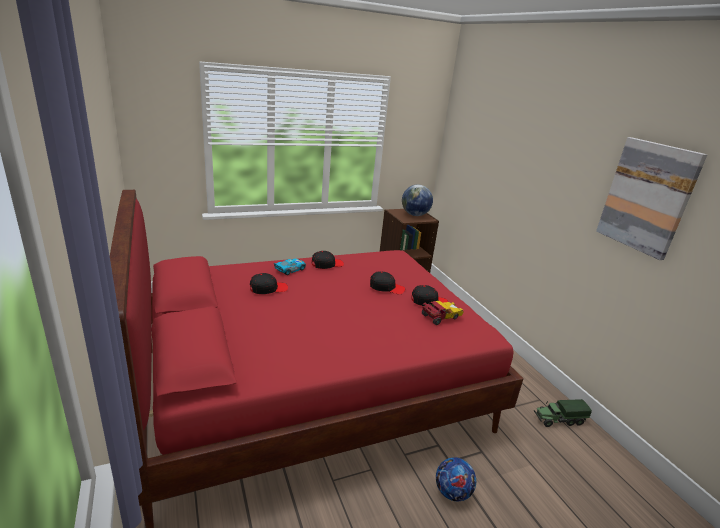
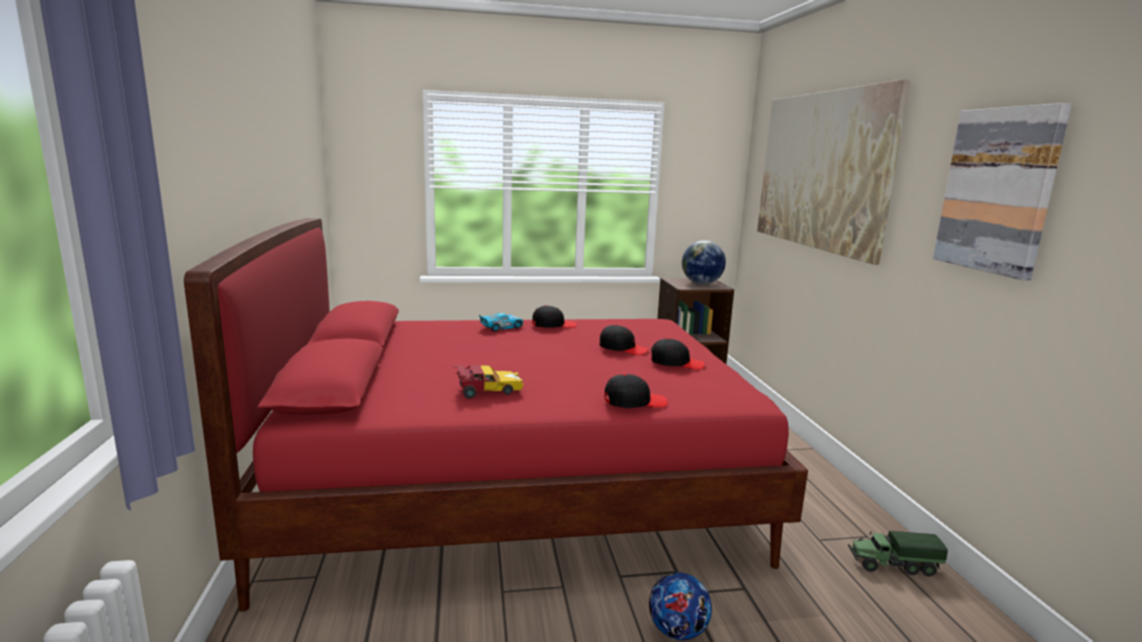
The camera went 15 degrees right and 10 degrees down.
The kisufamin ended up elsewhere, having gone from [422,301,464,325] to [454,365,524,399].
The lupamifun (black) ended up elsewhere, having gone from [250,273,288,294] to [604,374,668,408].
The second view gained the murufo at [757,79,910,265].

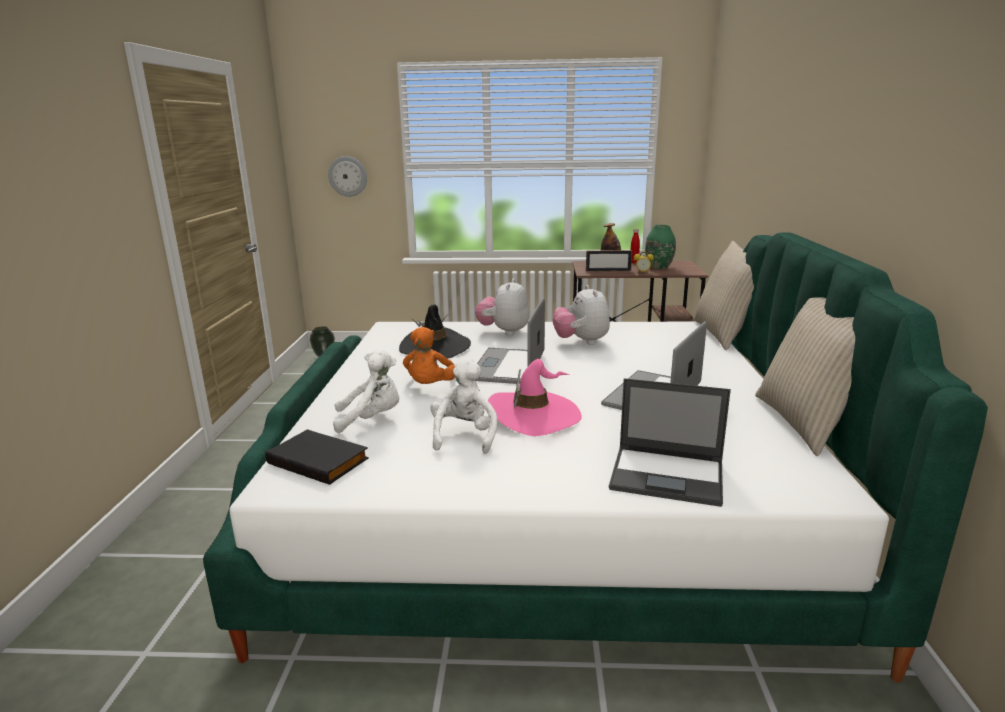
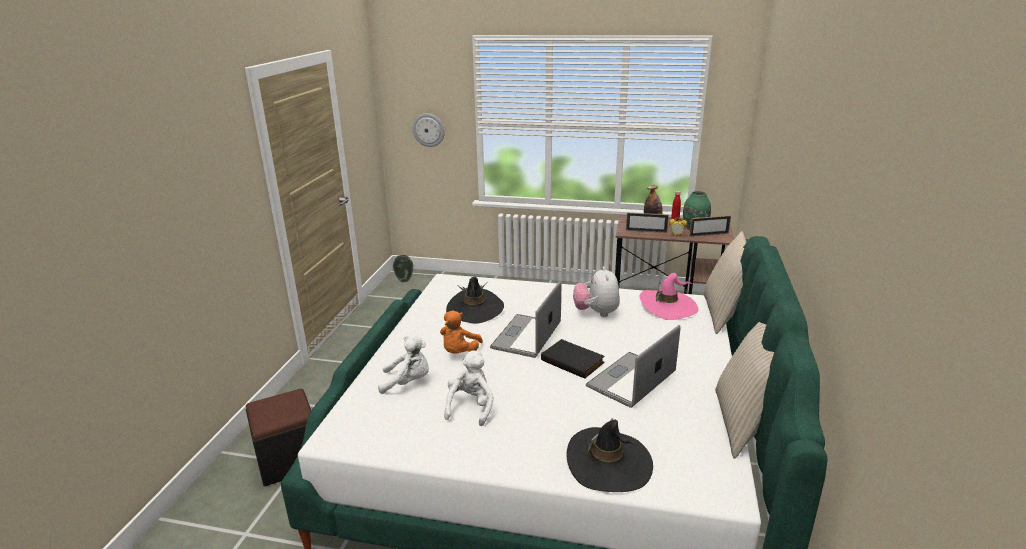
The camera went 10 degrees right and 5 degrees up.
The second view gained the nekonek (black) at [246,389,311,486].
The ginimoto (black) ended up elsewhere, having gone from [265,429,369,485] to [541,339,605,379].
Where the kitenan stood at [609,378,731,507], the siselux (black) came to stand at [567,418,653,492].
The siselux (pink) ended up elsewhere, having gone from [488,359,582,436] to [639,273,698,320].
The second view gained the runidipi at [690,215,731,237].
The second view lost the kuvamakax at [475,279,529,336].

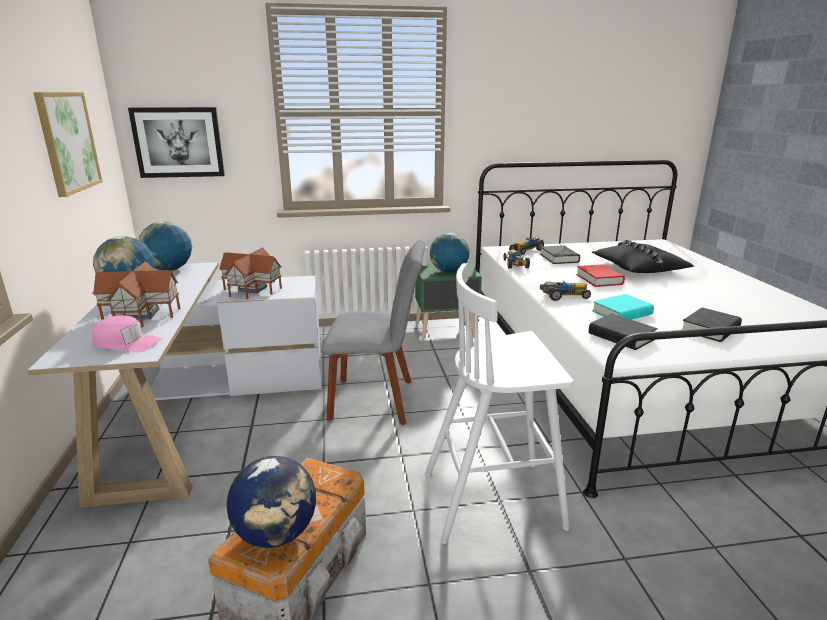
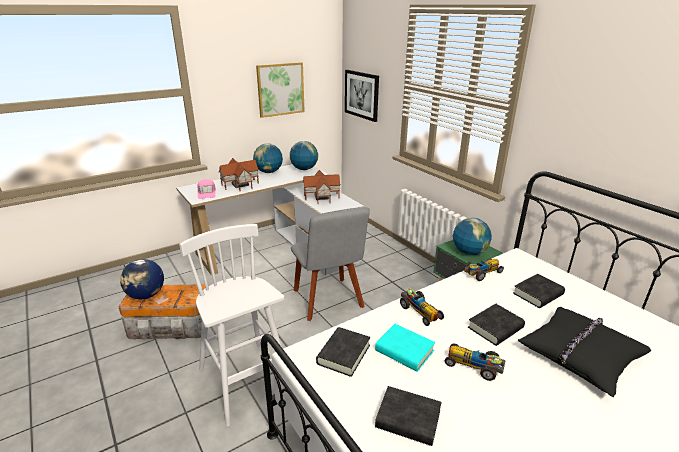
The camera went 65 degrees right and 5 degrees up.
The kisufamin ended up elsewhere, having gone from [509,236,544,255] to [445,344,505,381].
What was the ginimoto (red) at [576,264,625,287] turned into the ginimoto (black) at [468,304,525,346].

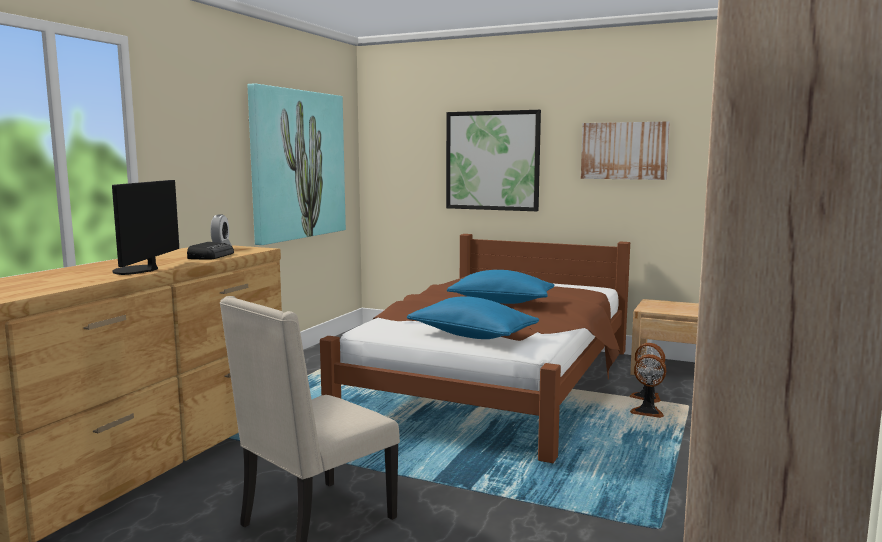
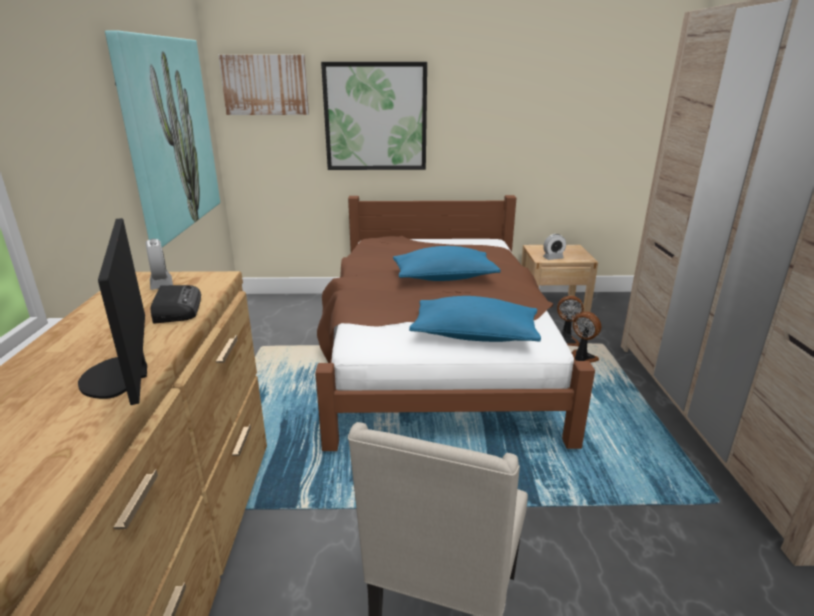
The camera went 25 degrees left and 15 degrees up.
The murufo ended up elsewhere, having gone from [581,121,670,180] to [219,55,309,115].
The second view gained the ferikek at [543,234,566,260].
The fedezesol at [630,354,666,418] ended up facing another way, 135 degrees counterclockwise from before.

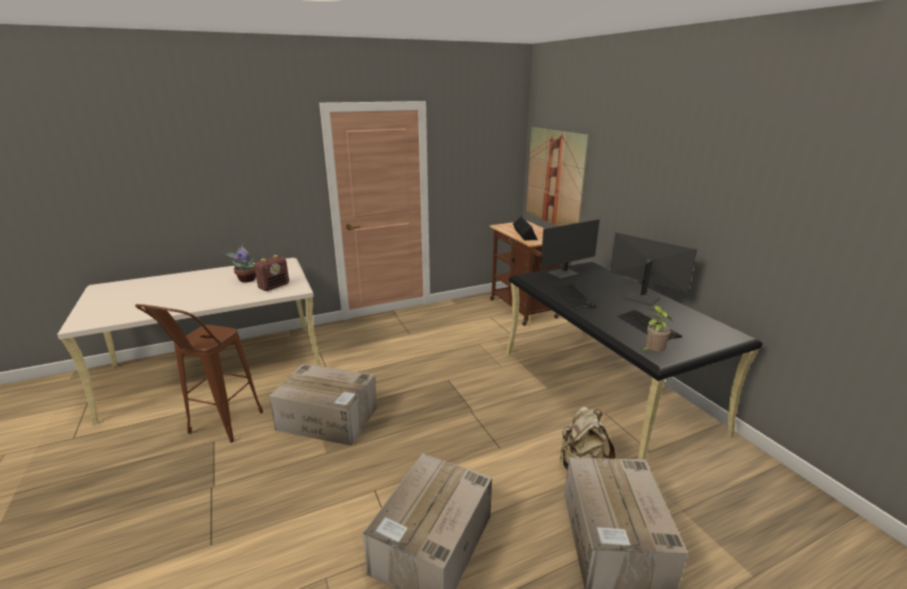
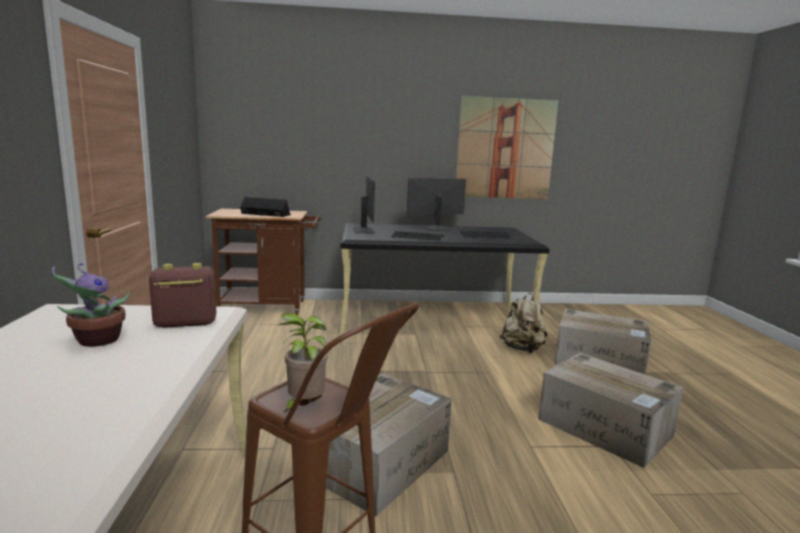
The camera went 70 degrees left and 10 degrees down.
The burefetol at [254,255,289,291] ended up facing another way, 75 degrees counterclockwise from before.
The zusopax ended up elsewhere, having gone from [640,305,672,352] to [279,313,327,414].
The murufo ended up elsewhere, having gone from [526,127,589,226] to [456,96,559,199].

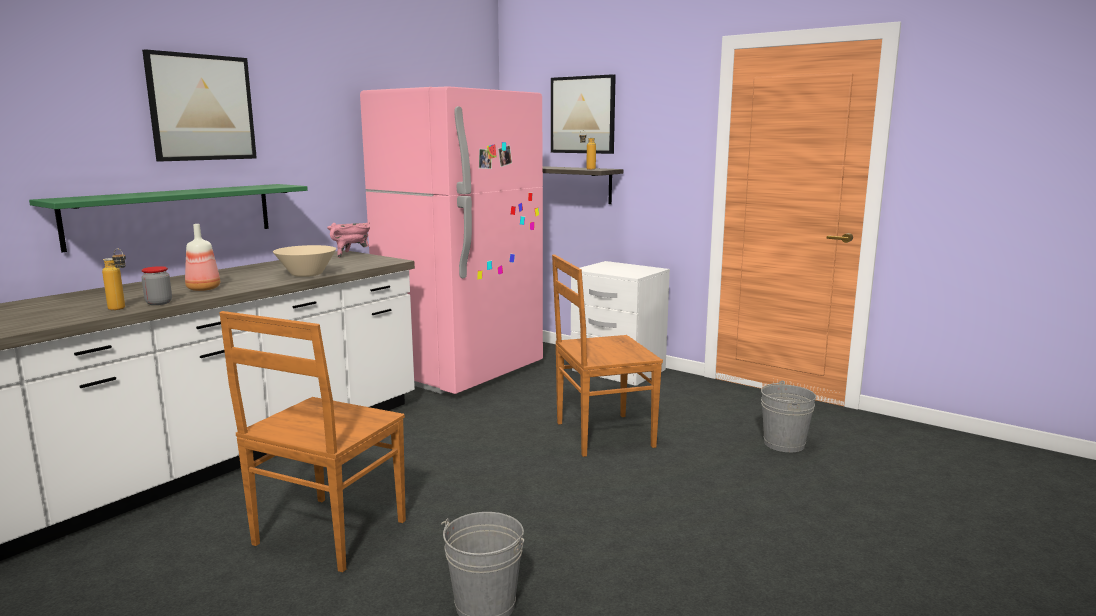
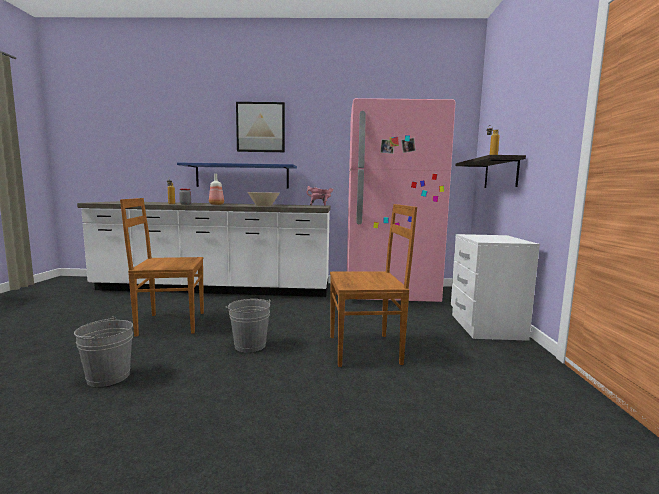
The camera went 55 degrees right and 5 degrees down.
What was the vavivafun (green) at [29,184,308,252] turned into the vavivafun (blue) at [177,162,297,188].
The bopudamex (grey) ended up elsewhere, having gone from [761,380,816,452] to [226,299,271,352].
The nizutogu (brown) at [552,254,663,457] ended up facing another way, 135 degrees clockwise from before.
The second view lost the murufo at [551,74,616,154].

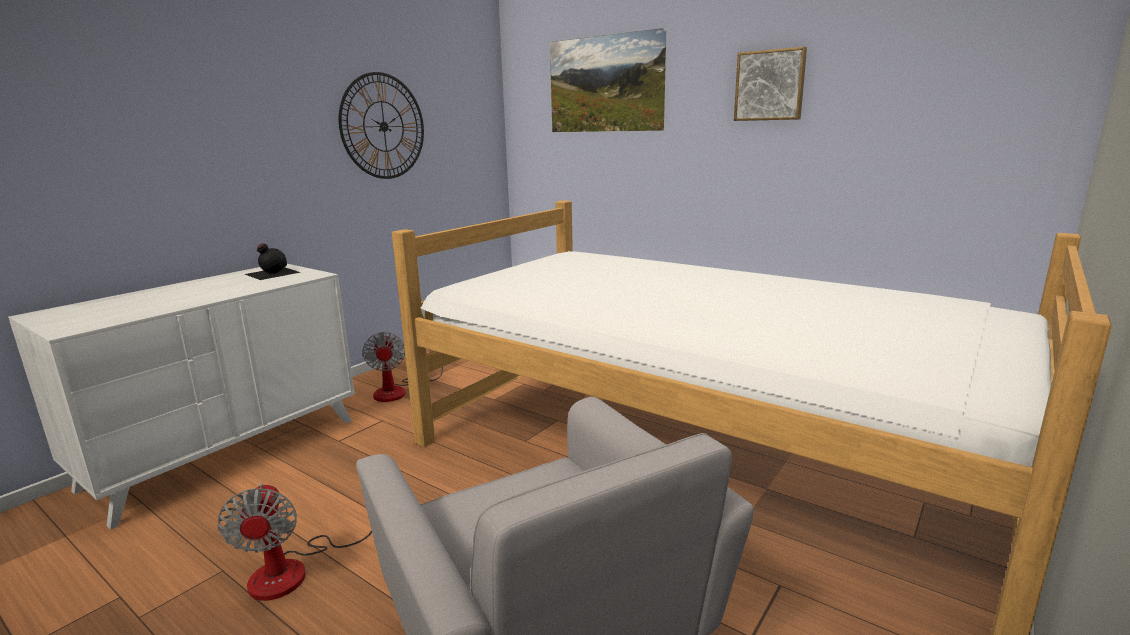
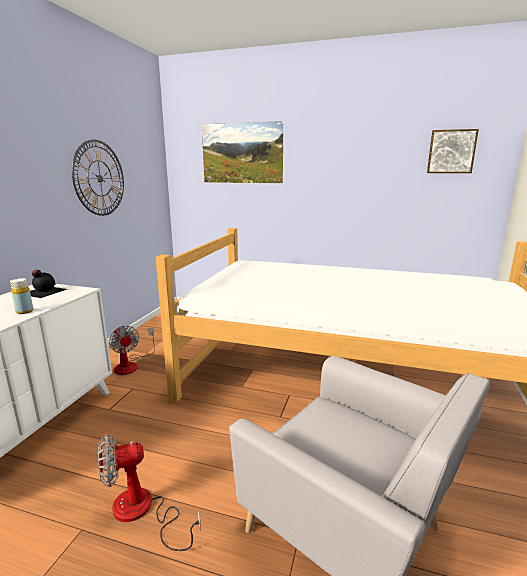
The camera went 20 degrees left and 0 degrees up.
The second view gained the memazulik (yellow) at [10,278,33,314].
The fedezesol at [217,483,372,601] ended up facing another way, 105 degrees clockwise from before.
The murufo ended up elsewhere, having gone from [734,47,807,121] to [427,129,479,173].

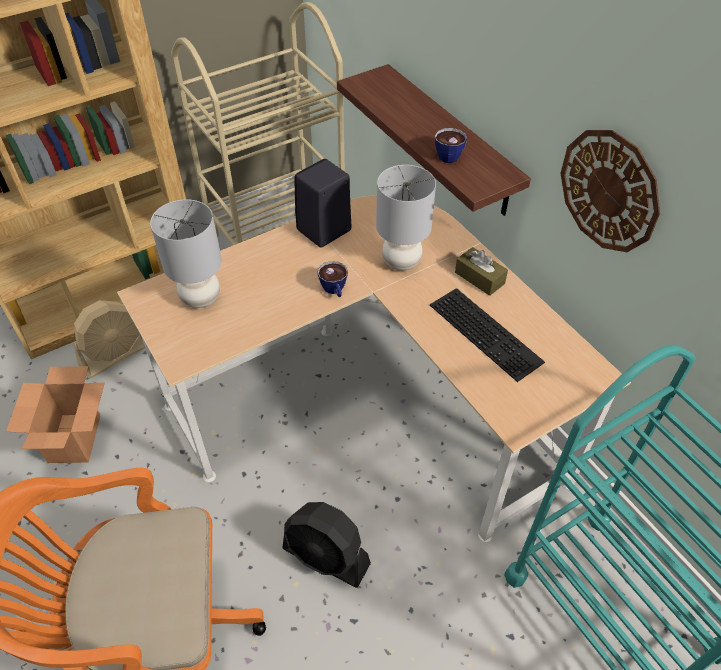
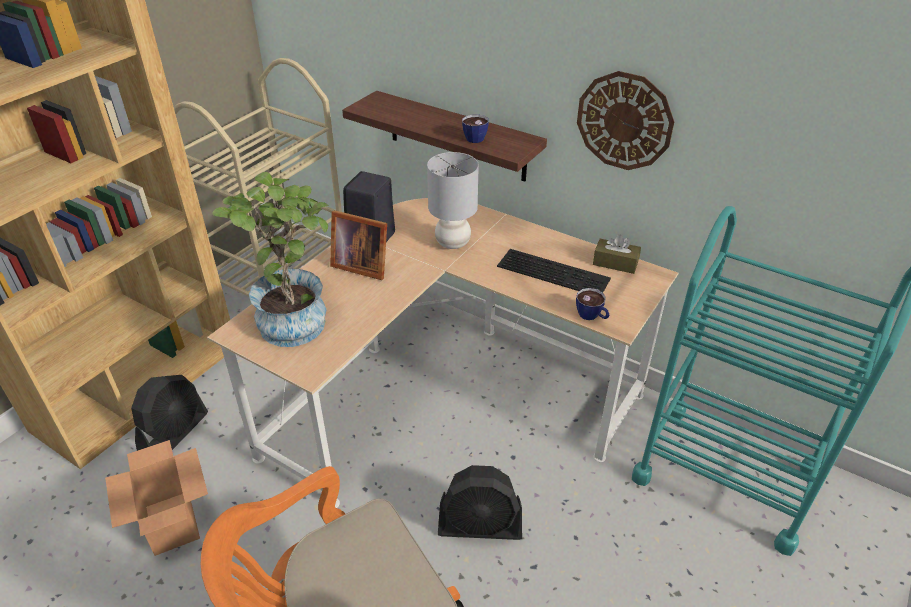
The camera went 25 degrees left and 10 degrees down.
What was the fedezesol (beige) at [74,300,145,378] turned into the fedezesol (black) at [131,375,208,451].
Where the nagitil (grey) stood at [150,199,222,308], the zusopax came to stand at [213,172,329,347].
The second view gained the runidipi at [330,210,387,280].
The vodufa ended up elsewhere, having gone from [317,261,348,297] to [576,288,609,320].
The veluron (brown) ended up elsewhere, having gone from [455,247,508,296] to [593,234,641,274].

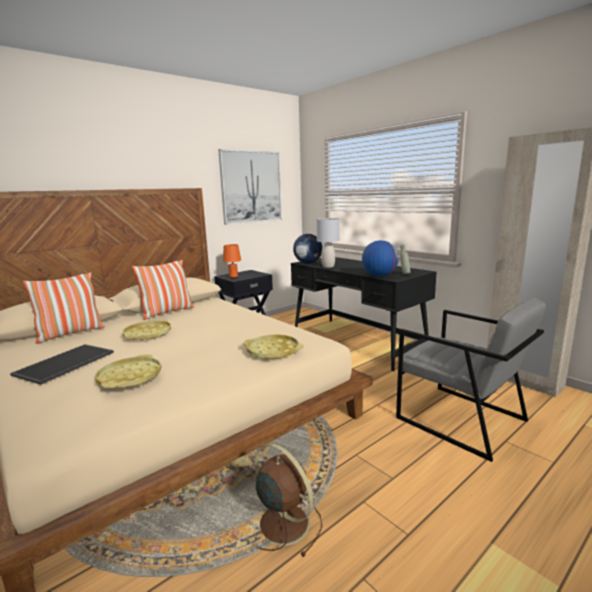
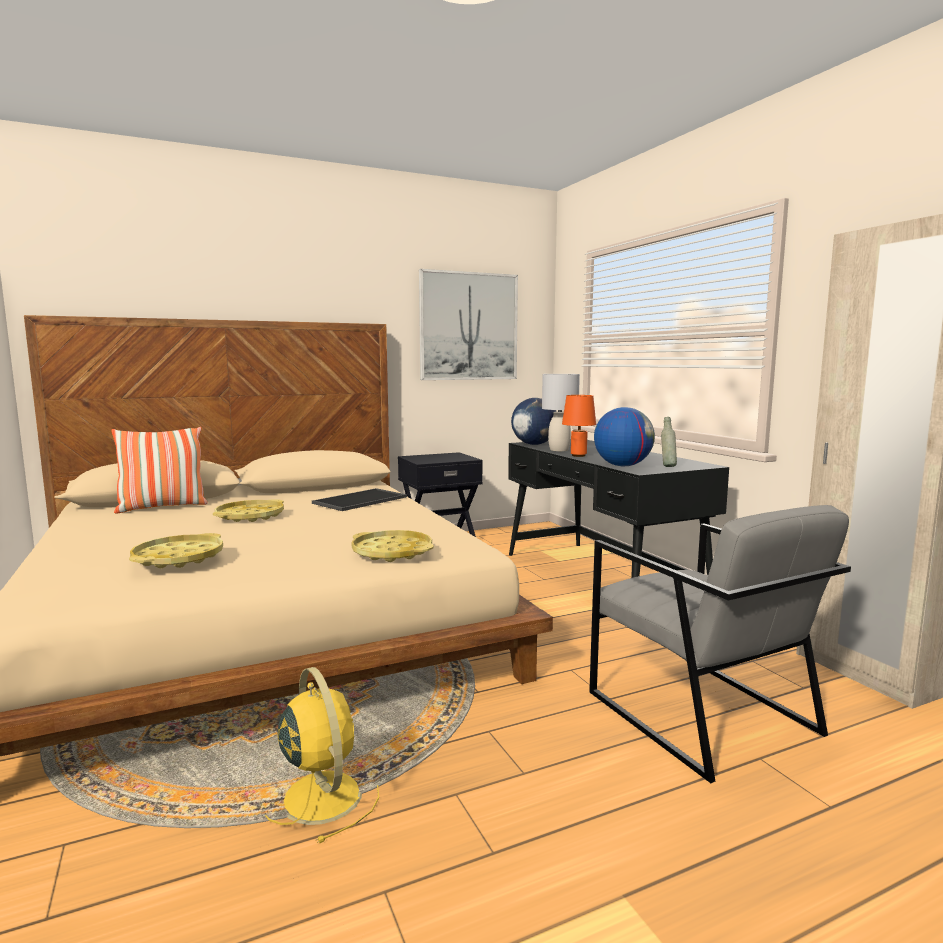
The camera went 15 degrees right and 5 degrees down.
What was the fedezesol (brown) at [255,443,322,557] turned into the fedezesol (yellow) at [265,667,379,843].
The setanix ended up elsewhere, having gone from [10,344,114,385] to [312,488,407,511].
The nagitil (orange) ended up elsewhere, having gone from [223,244,241,278] to [562,395,596,457].
The second view lost the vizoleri at [131,260,194,320].

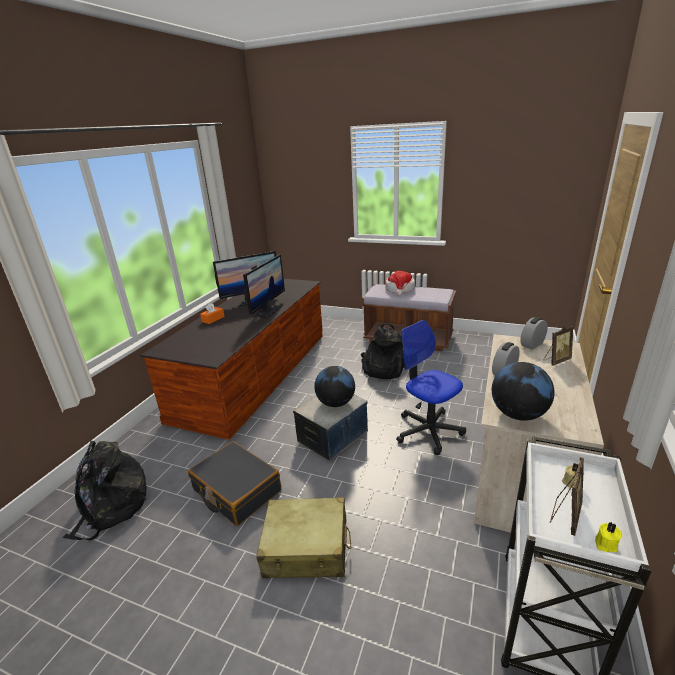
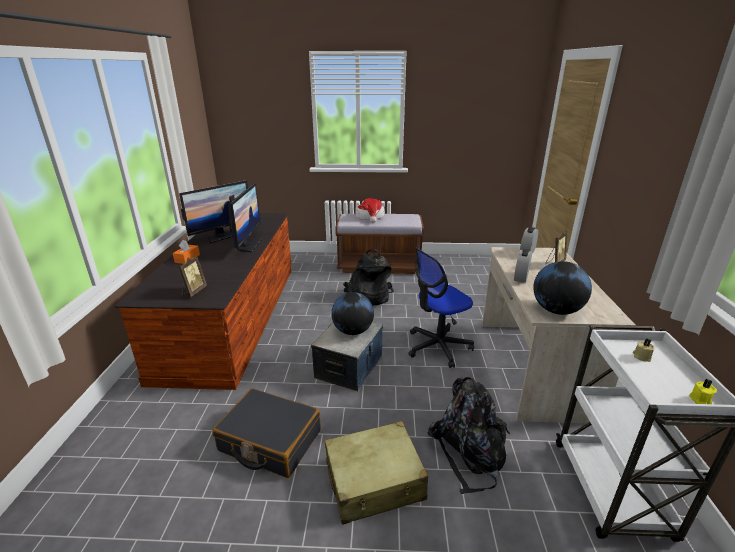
The camera went 20 degrees left and 0 degrees up.
The runidipi ended up elsewhere, having gone from [550,457,584,536] to [179,256,207,297].
The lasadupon at [396,320,466,455] ended up facing another way, 60 degrees counterclockwise from before.
The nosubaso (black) ended up elsewhere, having gone from [63,441,146,540] to [427,377,510,494].

